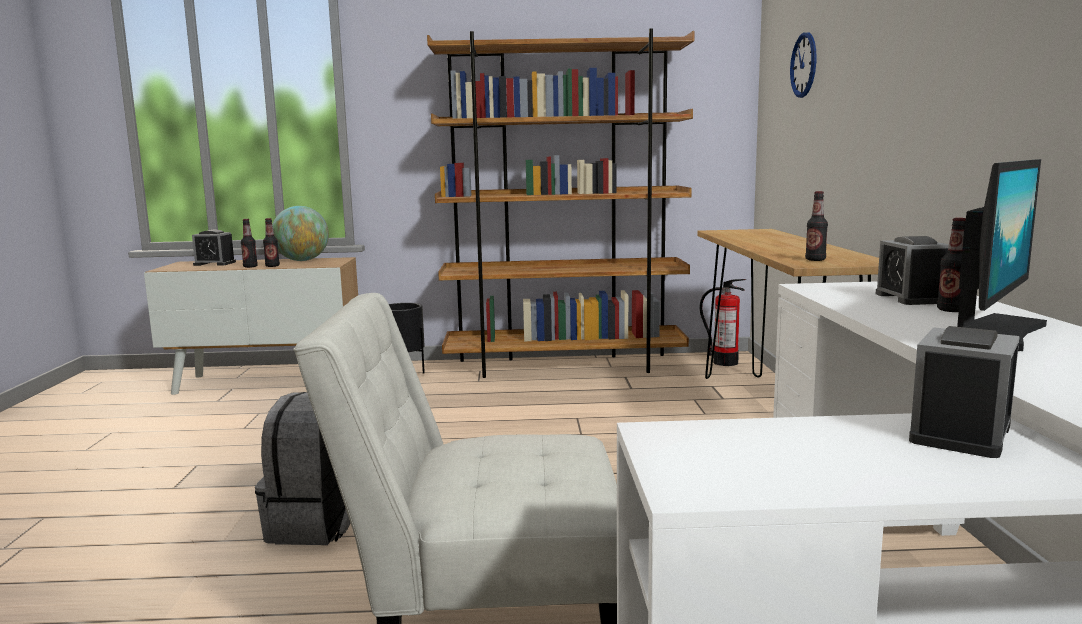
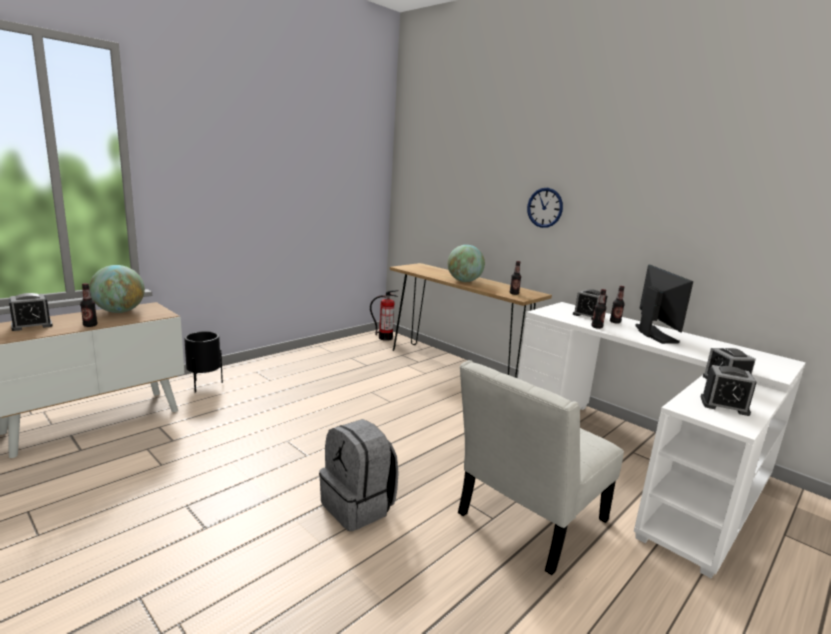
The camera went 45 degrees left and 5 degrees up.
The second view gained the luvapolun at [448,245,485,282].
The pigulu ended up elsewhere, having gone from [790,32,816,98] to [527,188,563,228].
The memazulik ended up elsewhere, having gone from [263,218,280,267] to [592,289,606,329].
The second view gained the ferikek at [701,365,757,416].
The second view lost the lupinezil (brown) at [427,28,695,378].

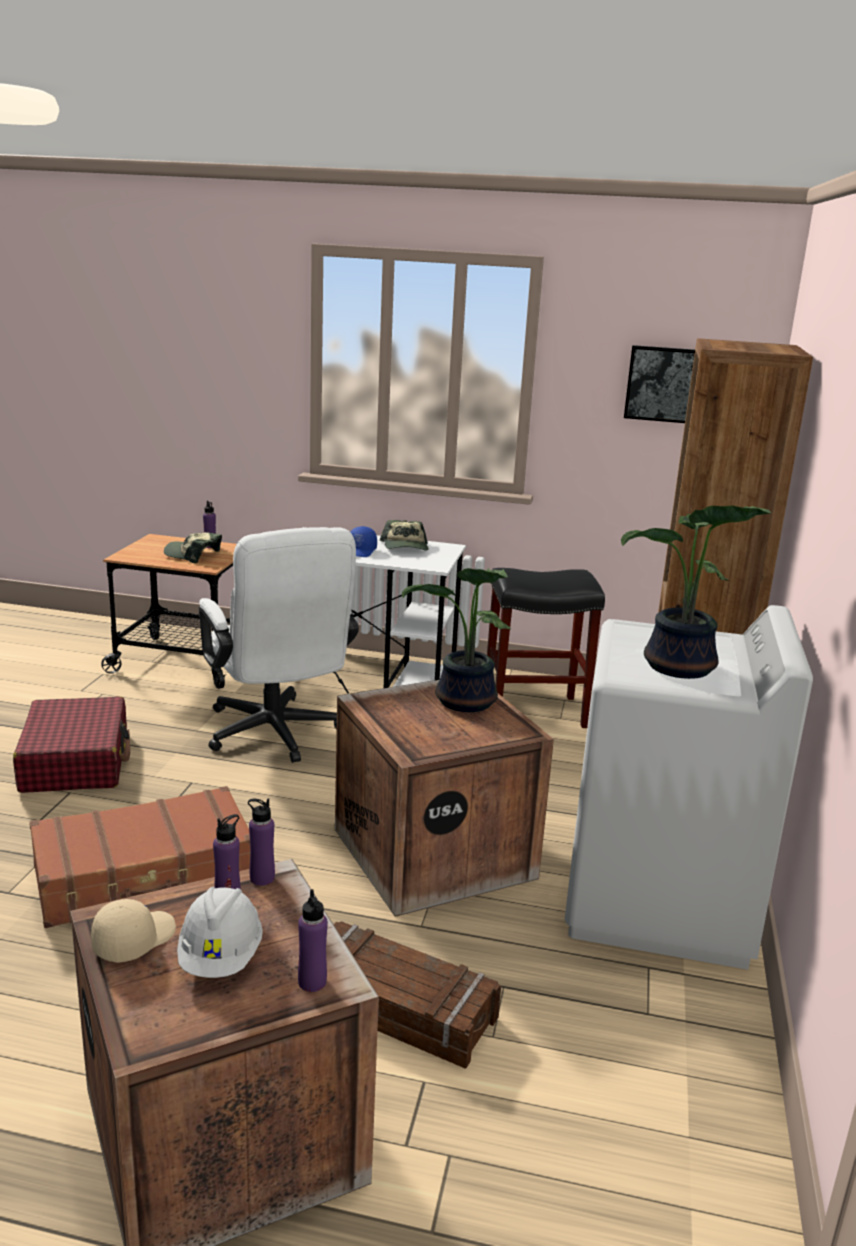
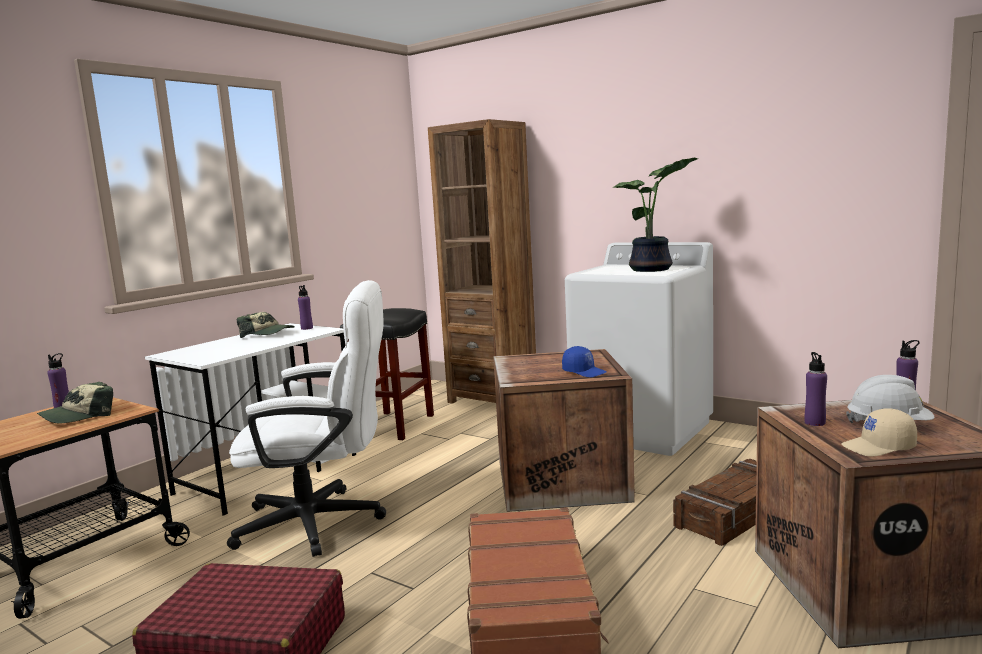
The camera went 65 degrees left and 10 degrees down.
The memazulik (purple) ended up elsewhere, having gone from [248,798,275,886] to [298,285,313,330].
The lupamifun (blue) ended up elsewhere, having gone from [351,526,377,557] to [562,346,607,377].
The lupamifun (beige) at [91,899,176,963] ended up facing another way, 60 degrees counterclockwise from before.
The second view lost the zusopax at [402,568,511,712].
The second view lost the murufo at [624,345,695,423].

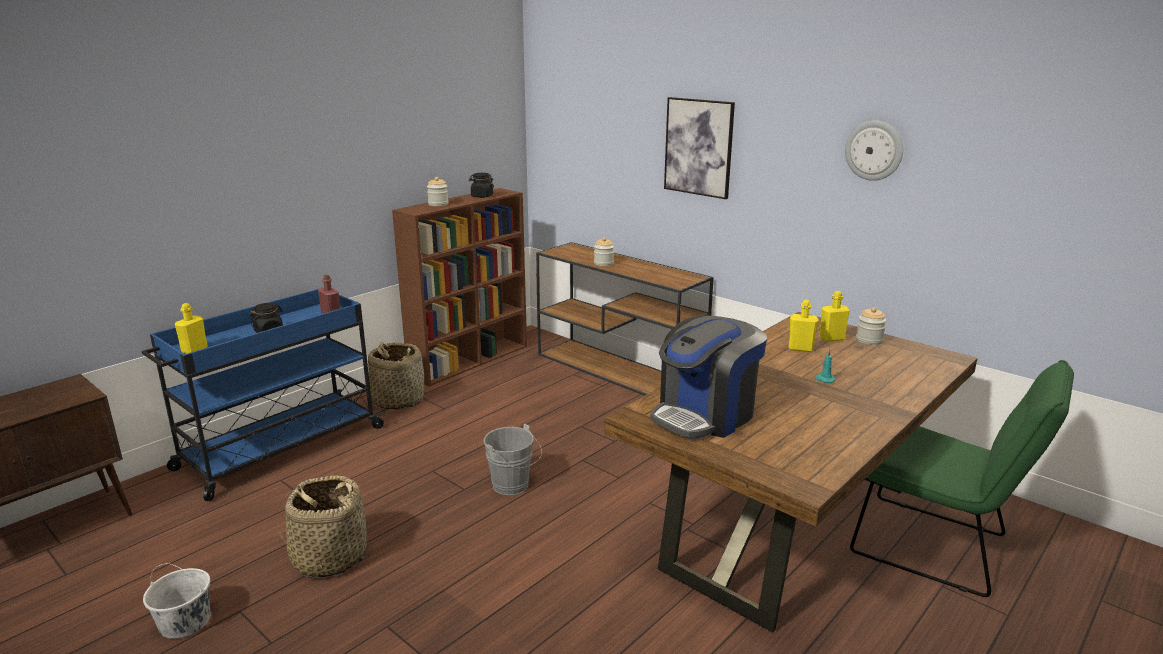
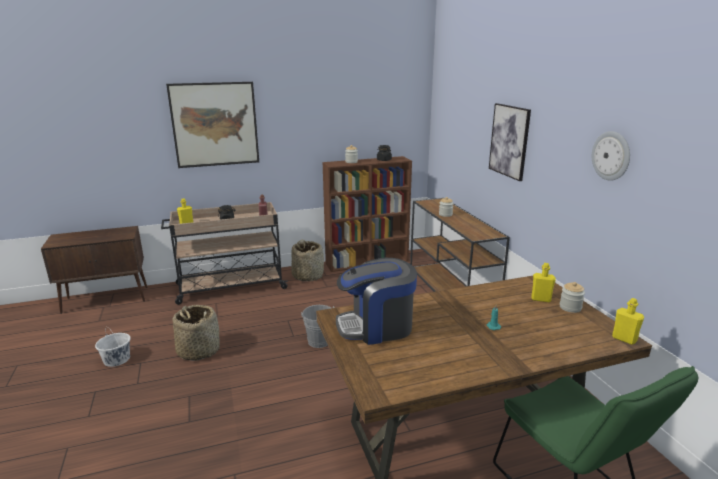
The camera went 30 degrees right and 0 degrees up.
What was the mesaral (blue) at [142,289,385,501] turned into the mesaral (beige) at [161,202,288,305].
The second view gained the murufo at [166,82,259,168].
The memazulik (yellow) ended up elsewhere, having gone from [789,300,819,352] to [612,298,644,345].

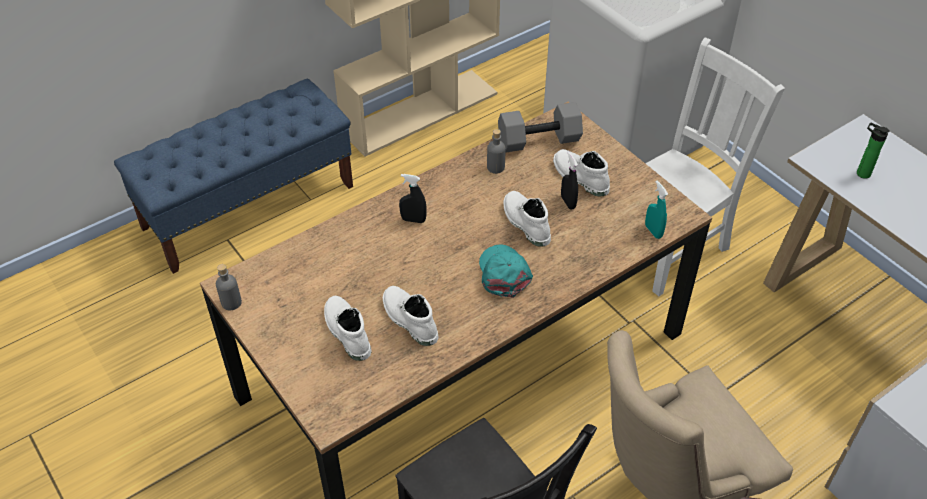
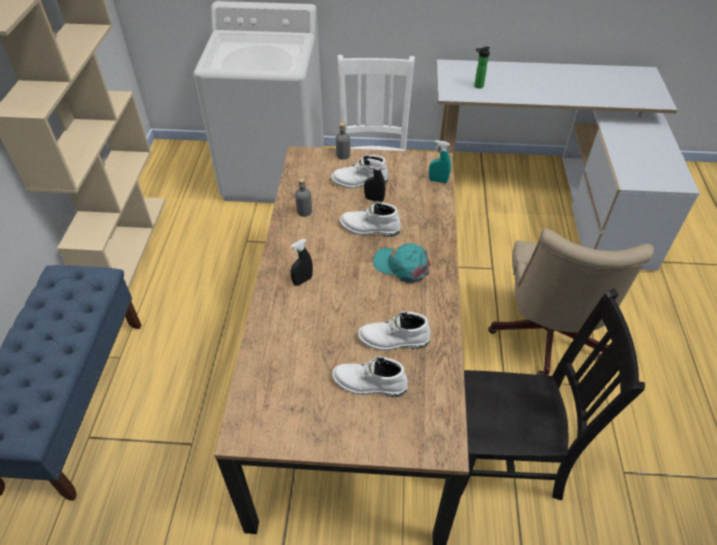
The camera went 50 degrees left and 0 degrees up.
The memazulik (grey) ended up elsewhere, having gone from [216,264,242,310] to [336,122,350,160].
The second view lost the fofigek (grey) at [498,102,583,153].

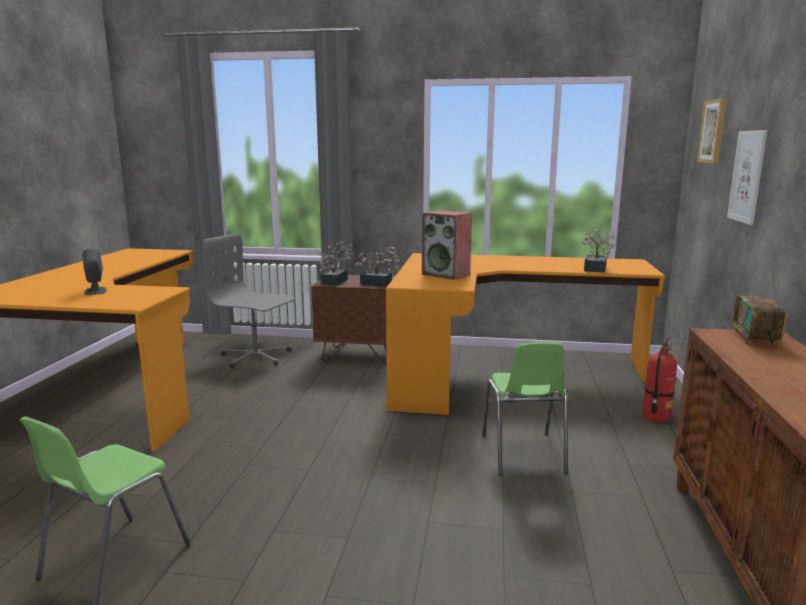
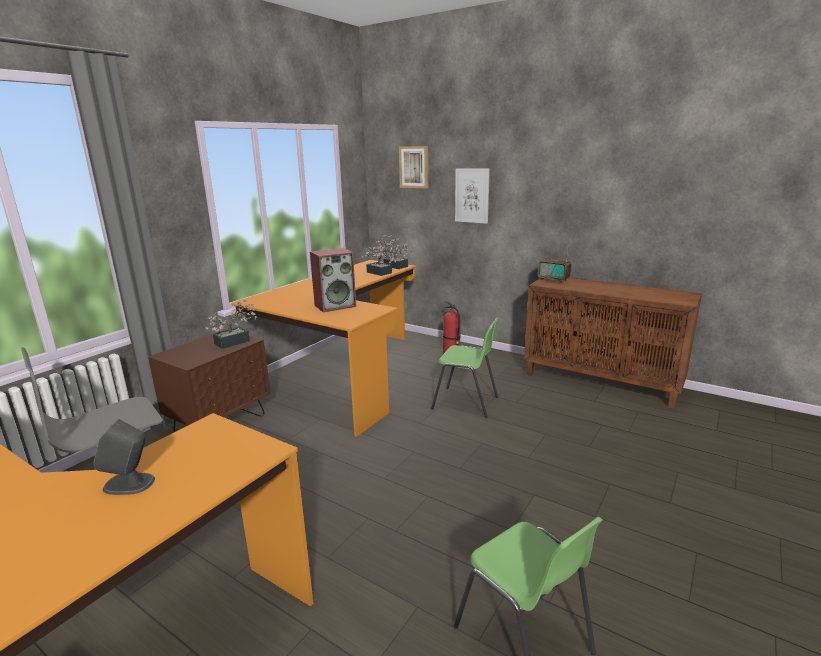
The camera went 65 degrees left and 5 degrees up.
The zusopax ended up elsewhere, having gone from [319,241,353,285] to [376,235,412,269].

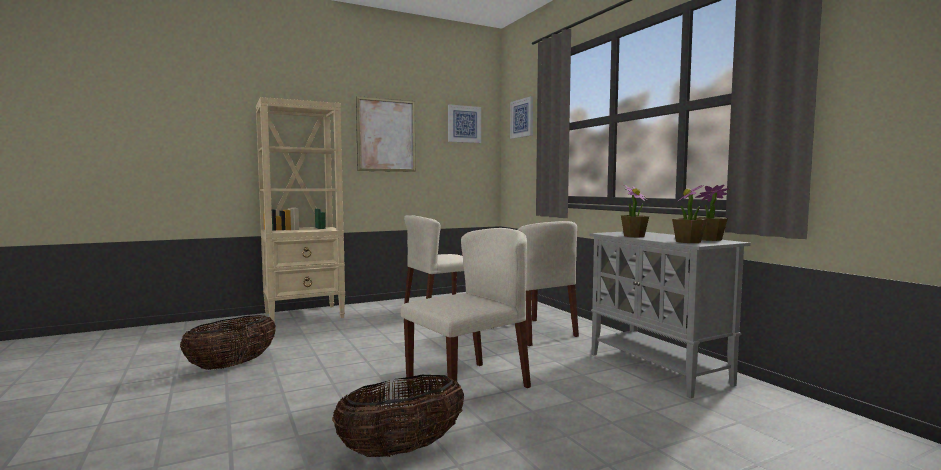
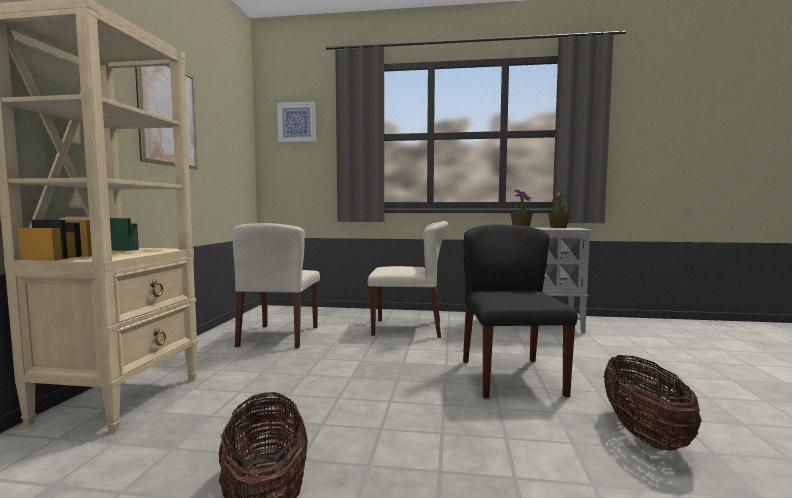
The camera went 55 degrees left and 0 degrees up.
What was the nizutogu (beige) at [401,228,531,388] turned into the nizutogu (black) at [463,224,578,398].
The second view lost the murufo at [448,104,481,143].
The second view lost the zusopax at [672,185,707,243].

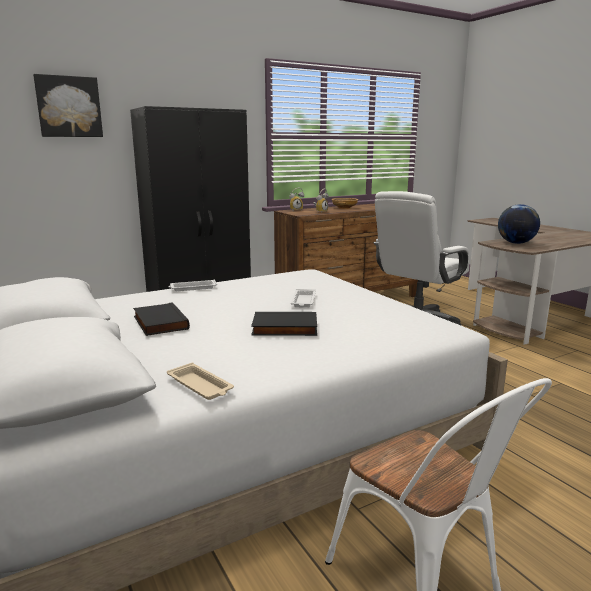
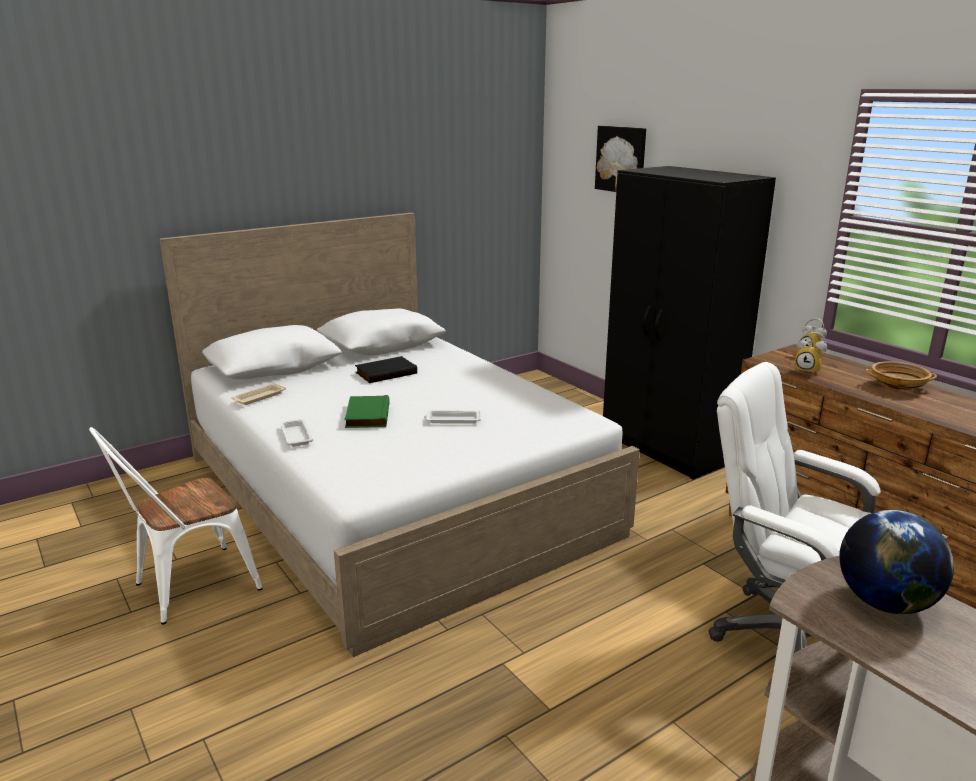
The camera went 85 degrees right and 5 degrees up.
The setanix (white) ended up elsewhere, having gone from [169,279,217,291] to [280,419,313,446].
What was the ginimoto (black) at [251,312,317,336] turned into the ginimoto (green) at [344,395,389,428].

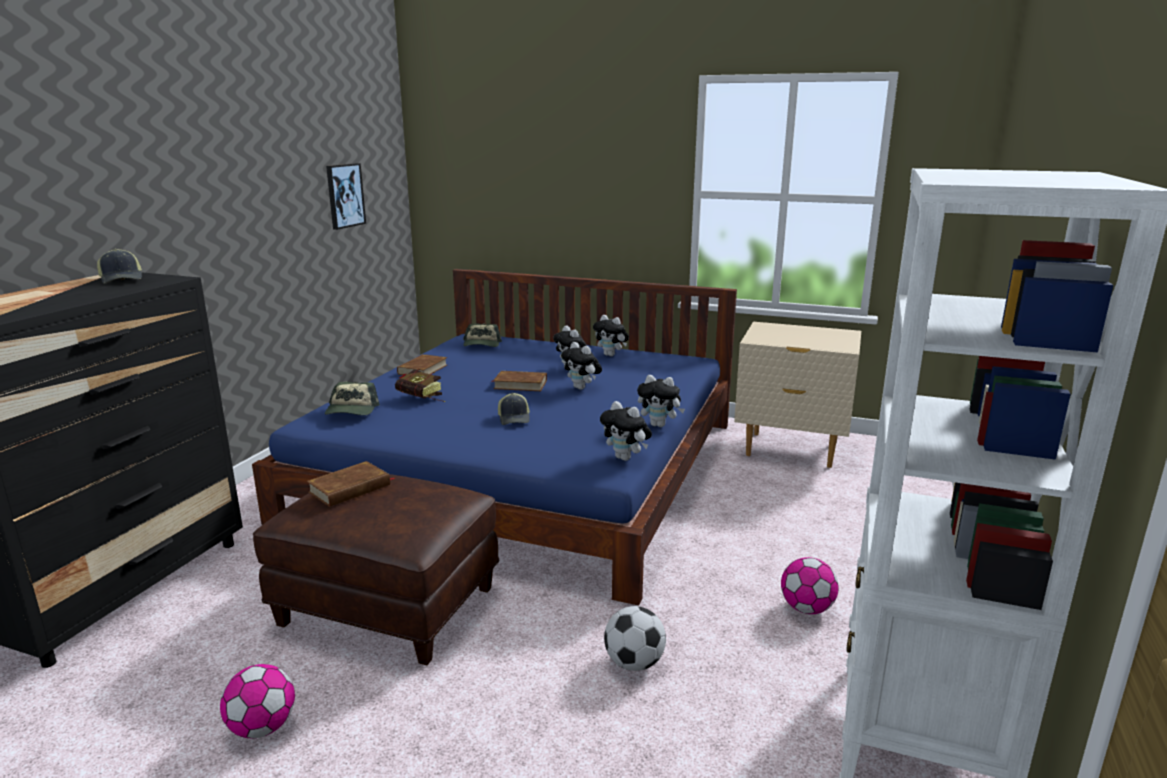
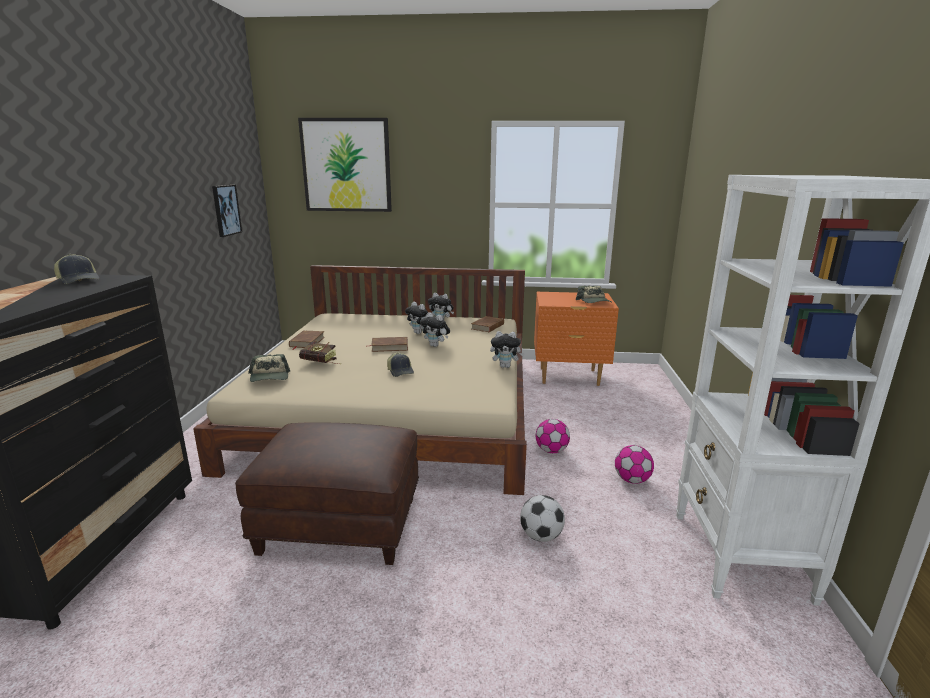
The camera went 15 degrees left and 0 degrees up.
What was the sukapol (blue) at [252,269,737,606] turned into the sukapol (beige) at [193,265,527,495].
The second view gained the murufo at [298,118,392,212].
The ginimoto (brown) ended up elsewhere, having gone from [307,461,395,507] to [471,316,504,332].
What was the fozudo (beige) at [734,322,861,468] turned into the fozudo (orange) at [534,292,619,386].
The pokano ended up elsewhere, having gone from [220,664,295,739] to [536,419,570,453].
The lupamifun ended up elsewhere, having gone from [463,323,502,347] to [576,286,611,303].
The second view lost the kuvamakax at [600,401,652,461].

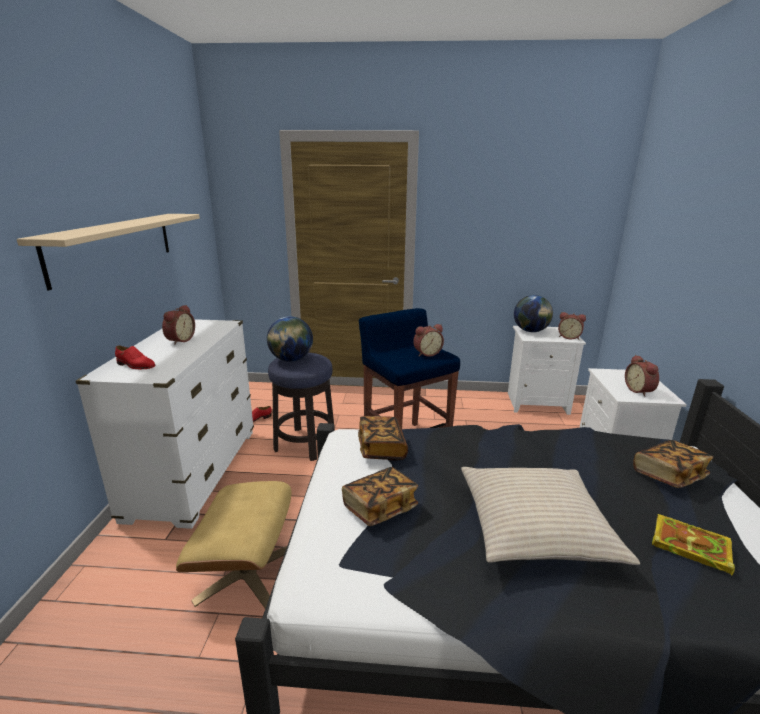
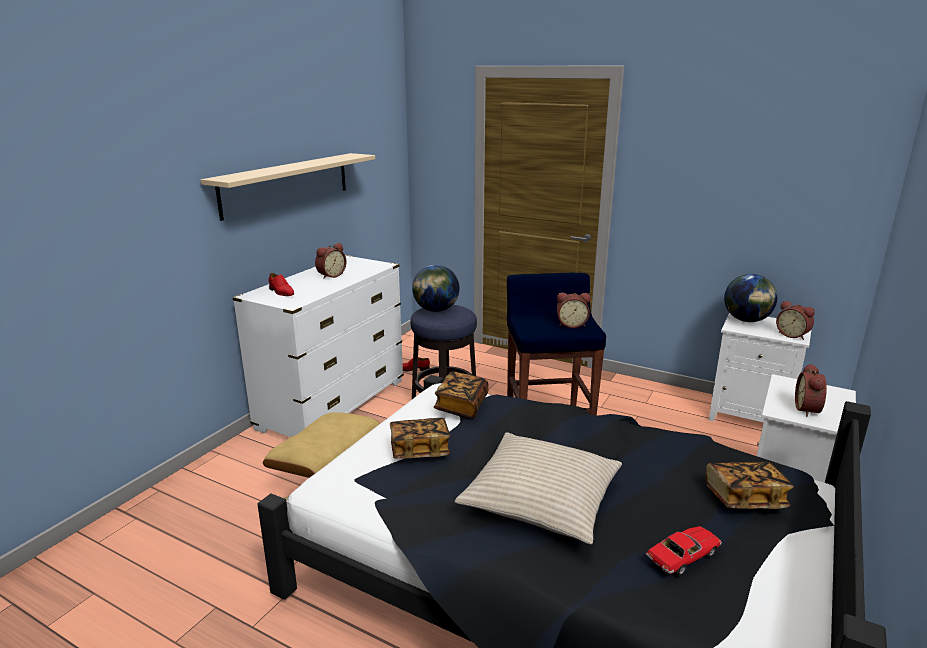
The camera went 25 degrees right and 0 degrees up.
Where the ginimoto stood at [652,514,735,575], the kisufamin came to stand at [646,526,722,576].

